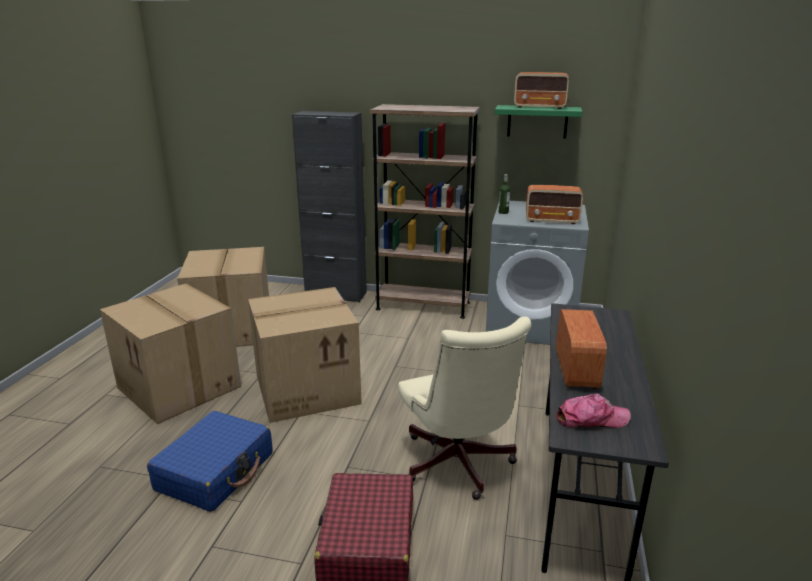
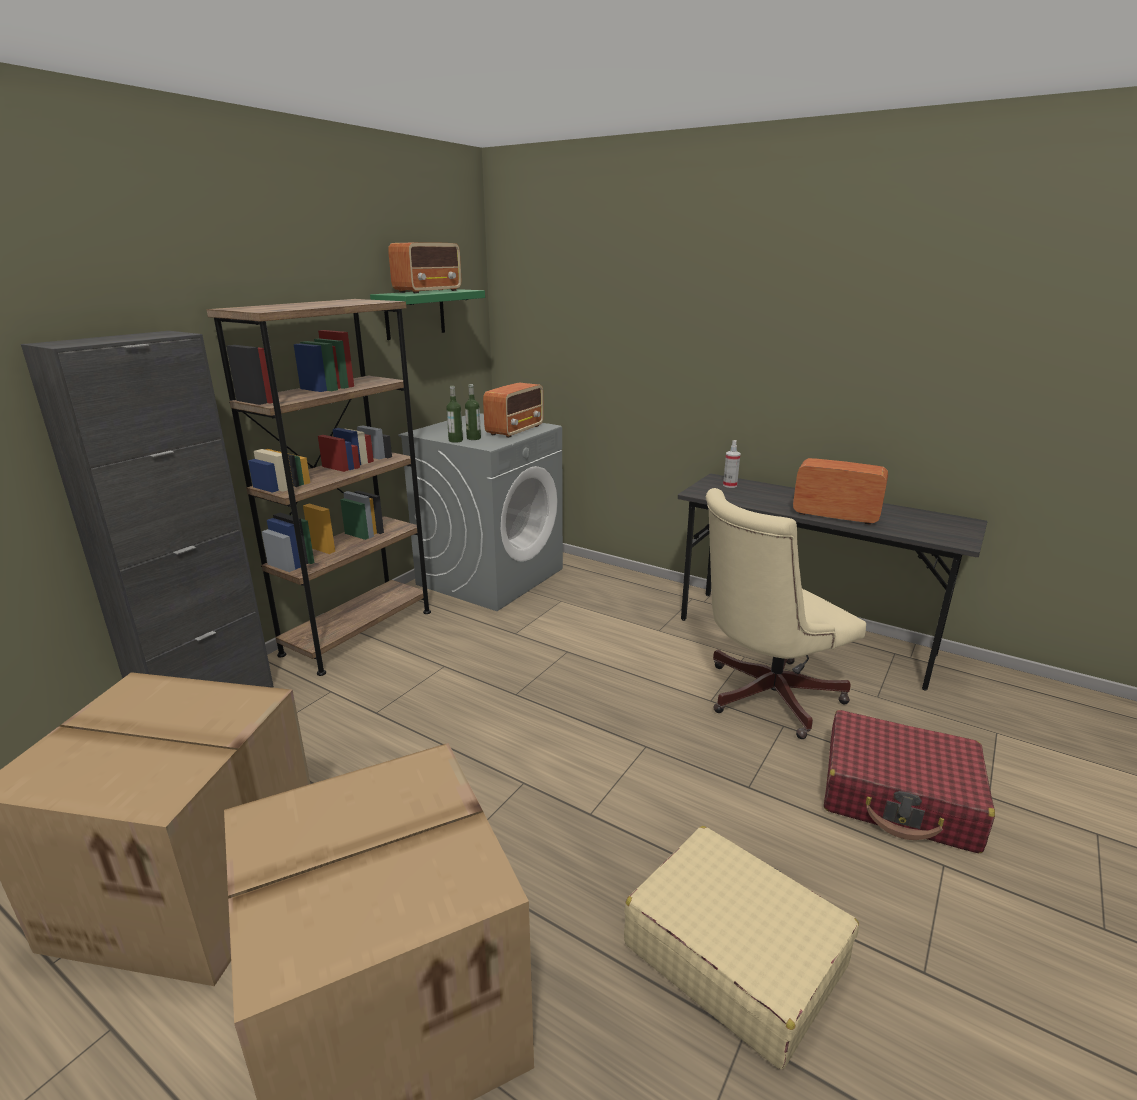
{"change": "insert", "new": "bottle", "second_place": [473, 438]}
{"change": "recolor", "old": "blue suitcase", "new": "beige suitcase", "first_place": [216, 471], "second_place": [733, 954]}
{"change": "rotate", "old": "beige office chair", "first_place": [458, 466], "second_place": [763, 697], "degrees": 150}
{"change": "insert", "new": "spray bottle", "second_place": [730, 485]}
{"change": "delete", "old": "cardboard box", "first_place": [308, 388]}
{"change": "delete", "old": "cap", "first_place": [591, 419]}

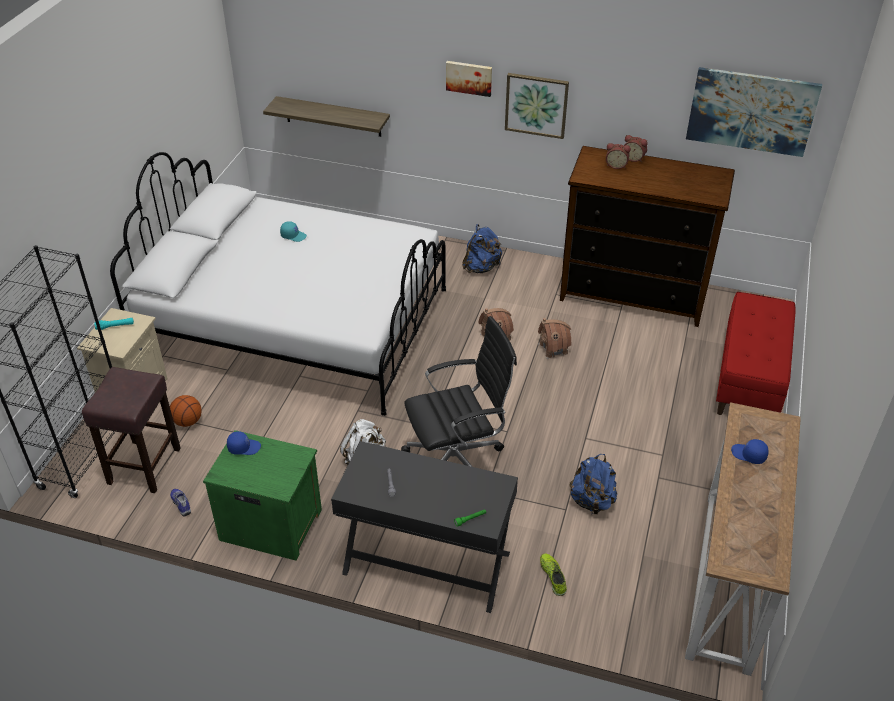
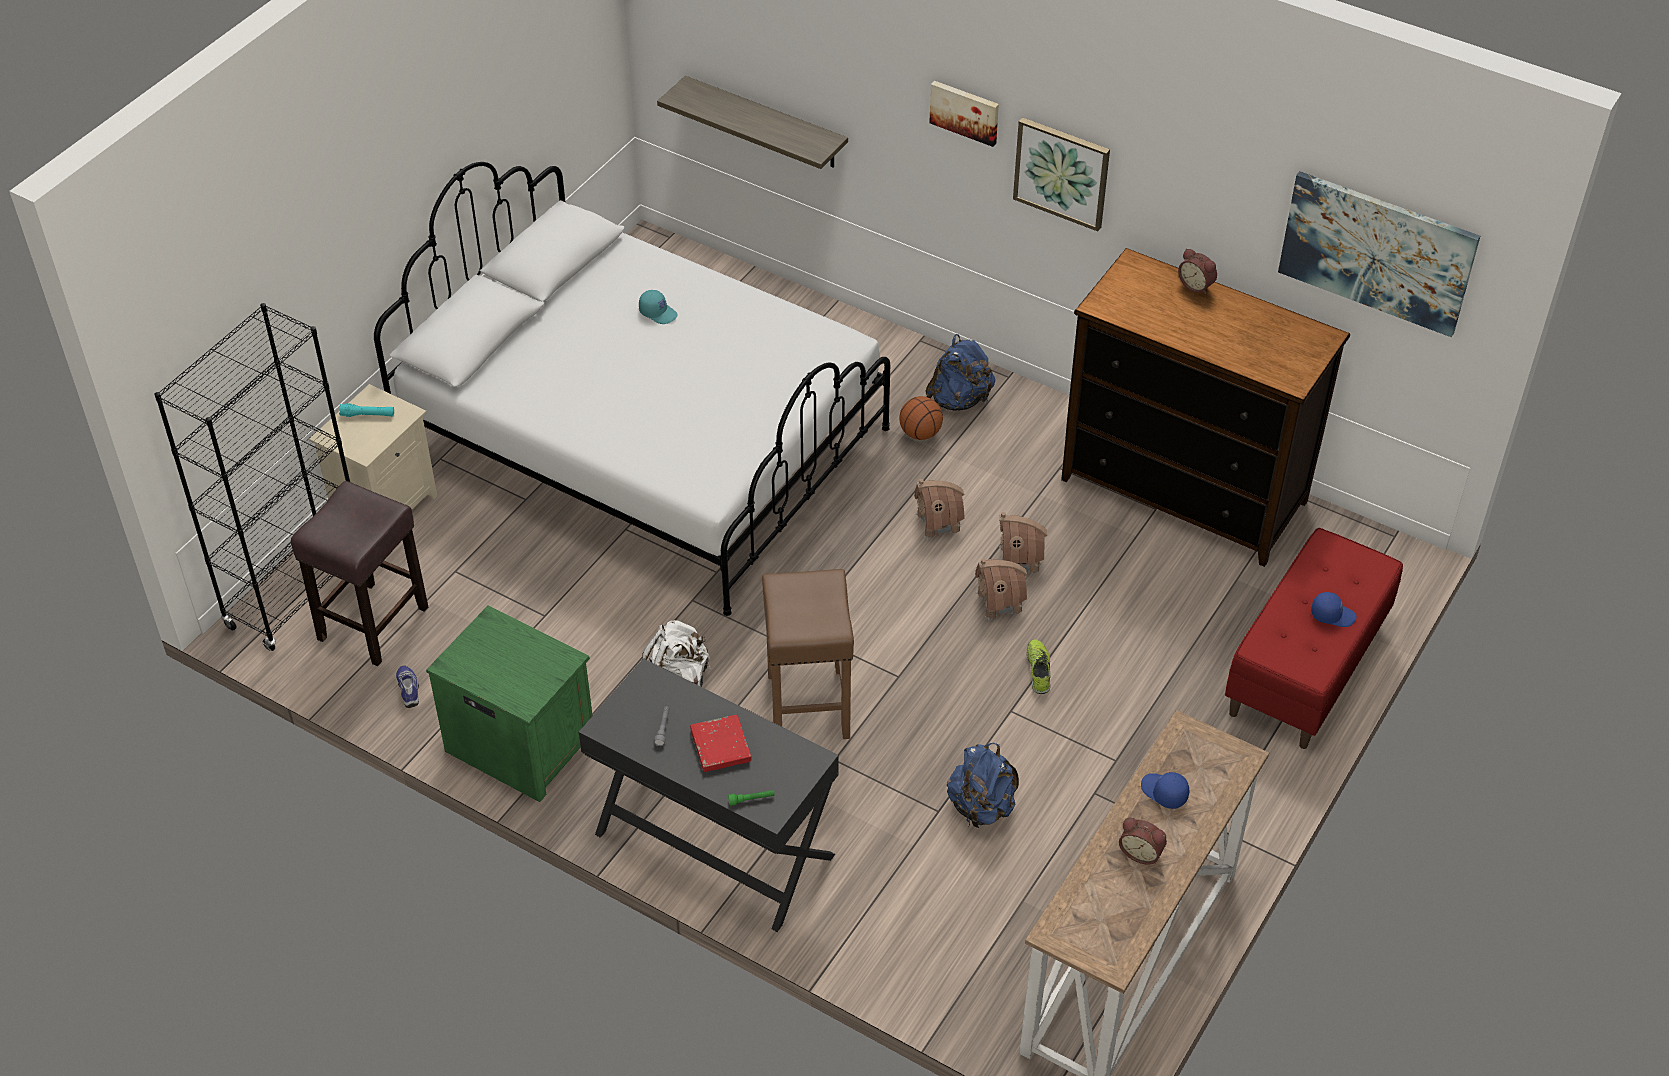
{"change": "insert", "new": "red book", "second_place": [720, 746]}
{"change": "replace", "old": "black office chair", "new": "brown stool", "first_place": [457, 461], "second_place": [809, 707]}
{"change": "move", "old": "basketball", "first_place": [188, 421], "second_place": [920, 433]}
{"change": "insert", "new": "toy house", "second_place": [999, 602]}
{"change": "move", "old": "shoe", "first_place": [553, 576], "second_place": [1038, 670]}
{"change": "move", "old": "alarm clock", "first_place": [616, 165], "second_place": [1141, 852]}
{"change": "move", "old": "blue cap", "first_place": [244, 447], "second_place": [1332, 614]}

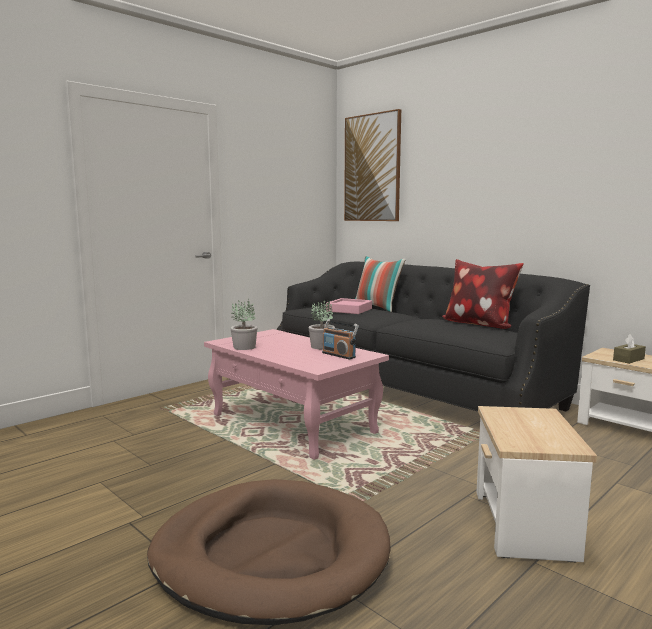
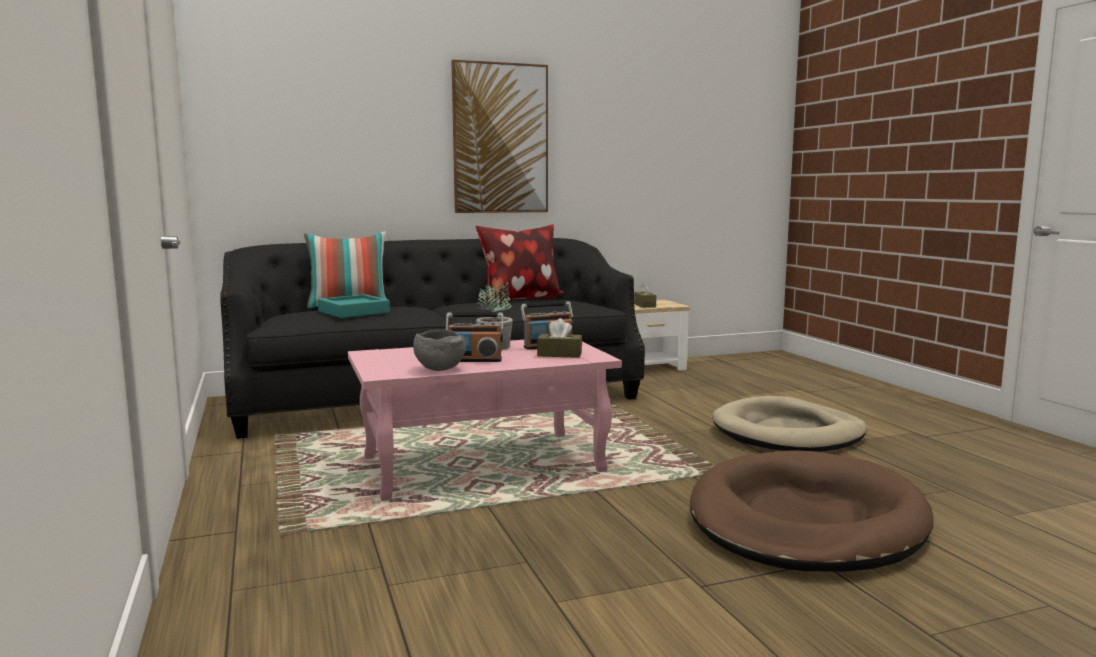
{"change": "recolor", "old": "pink tray", "new": "turquoise tray", "first_place": [349, 310], "second_place": [354, 312]}
{"change": "replace", "old": "potted plant", "new": "grey bowl", "first_place": [244, 347], "second_place": [438, 369]}
{"change": "insert", "new": "radio", "second_place": [475, 360]}
{"change": "move", "old": "picture", "first_place": [372, 168], "second_place": [500, 139]}
{"change": "insert", "new": "brown tissue box", "second_place": [559, 354]}
{"change": "replace", "old": "side table", "new": "beige dog bed", "first_place": [522, 525], "second_place": [788, 432]}

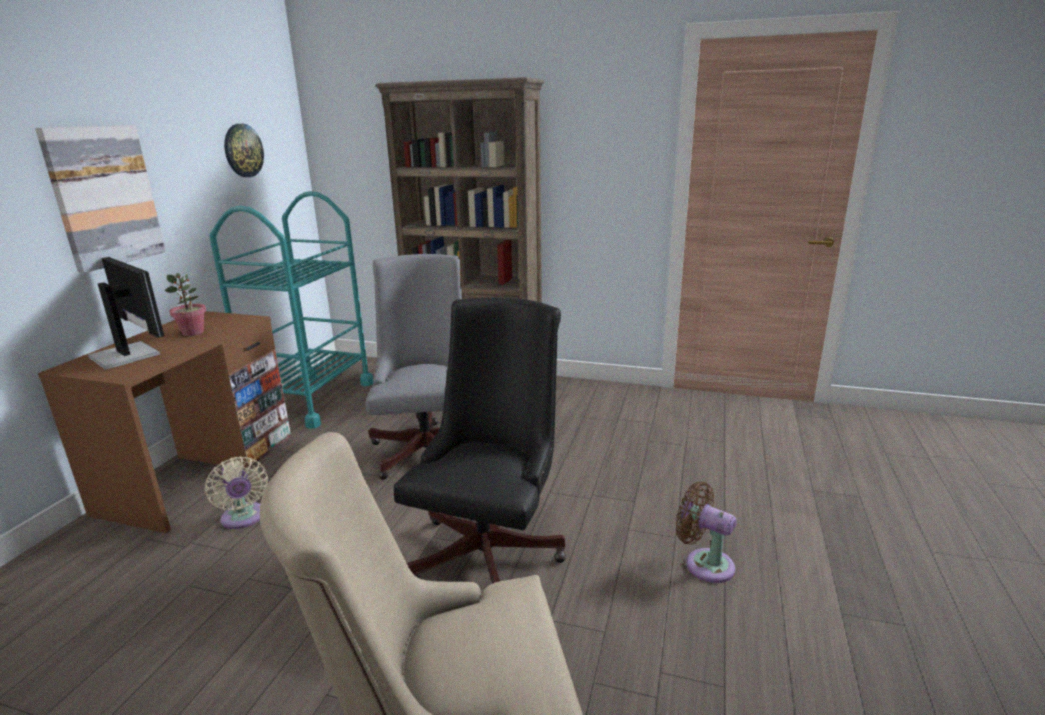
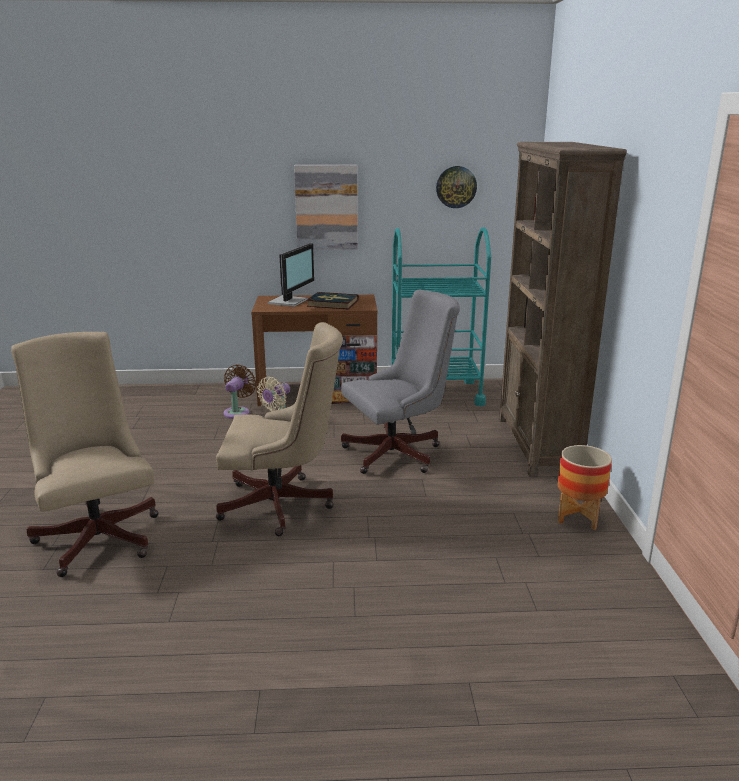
{"change": "recolor", "old": "black office chair", "new": "beige office chair", "first_place": [492, 549], "second_place": [282, 506]}
{"change": "move", "old": "brown fan", "first_place": [704, 563], "second_place": [238, 412]}
{"change": "replace", "old": "potted plant", "new": "book", "first_place": [193, 332], "second_place": [332, 303]}
{"change": "insert", "new": "planter", "second_place": [578, 517]}

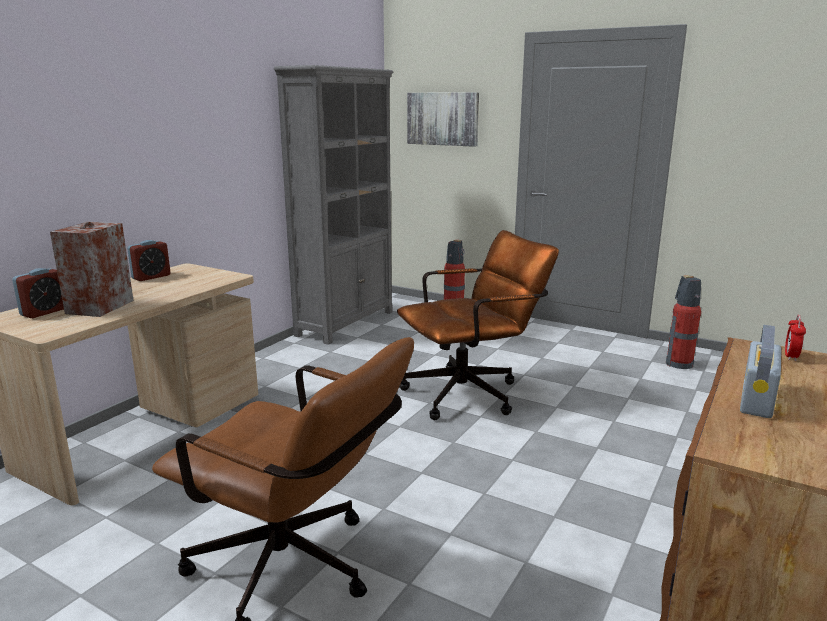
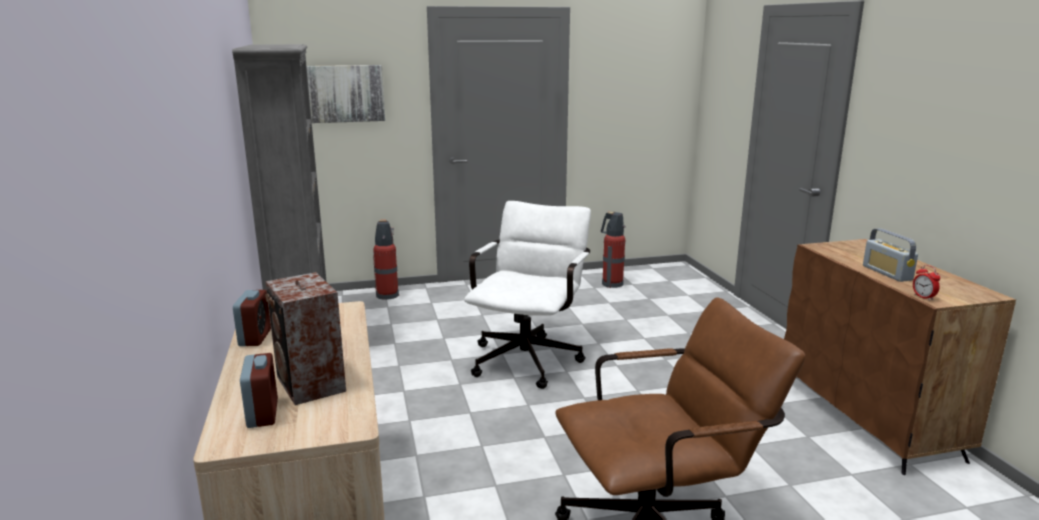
{"change": "recolor", "old": "brown office chair", "new": "white office chair", "first_place": [471, 393], "second_place": [529, 357]}
{"change": "move", "old": "alarm clock", "first_place": [791, 357], "second_place": [923, 297]}

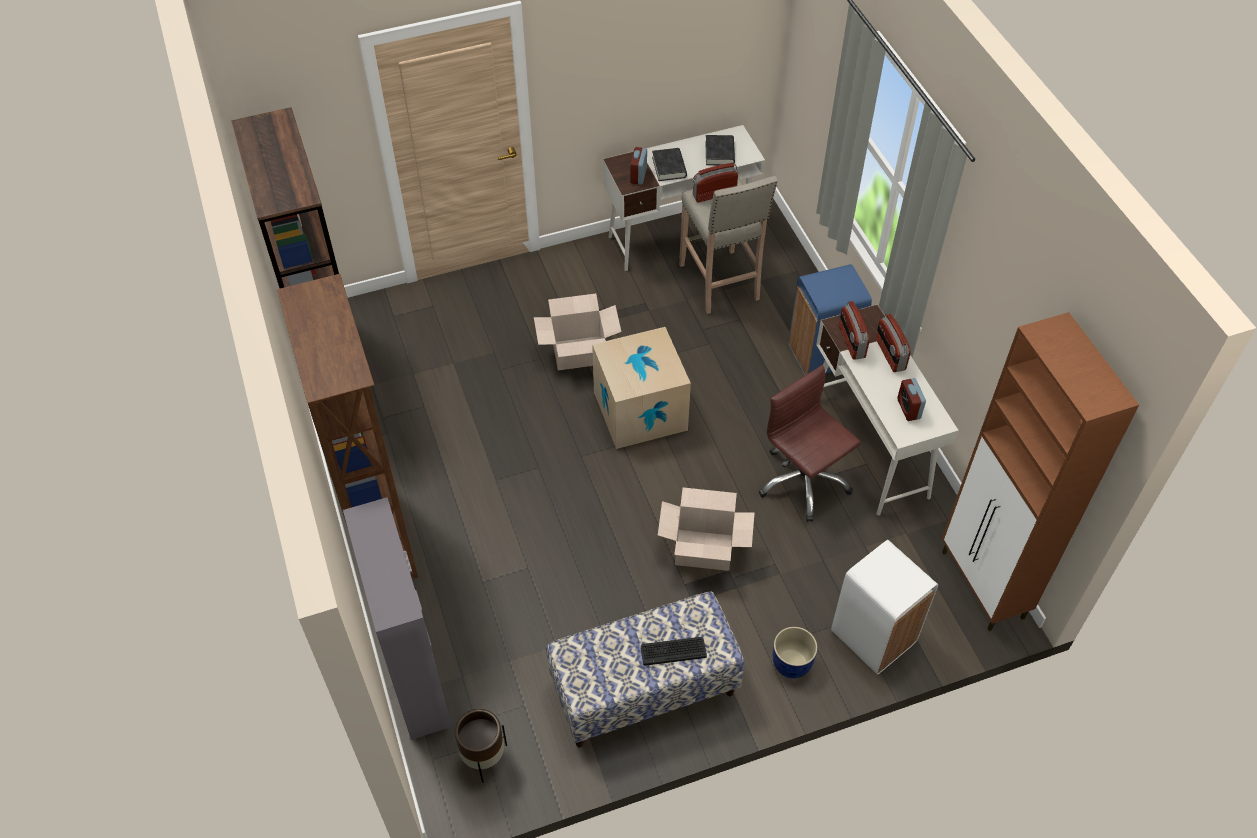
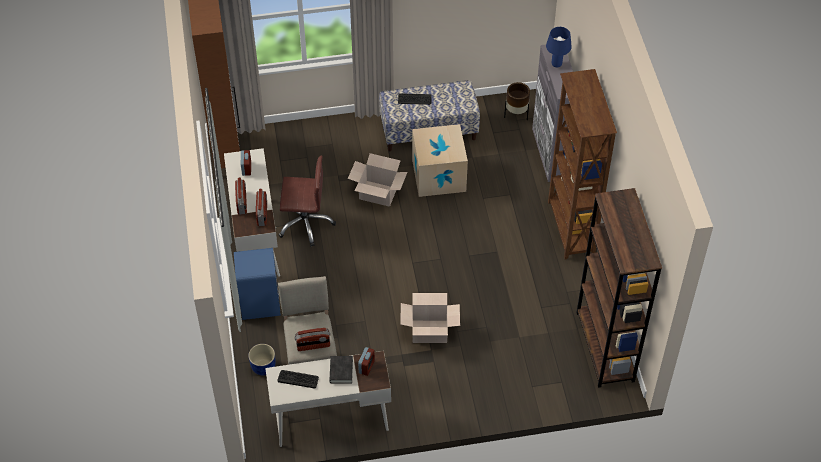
{"change": "move", "old": "blue planter", "first_place": [792, 664], "second_place": [263, 366]}
{"change": "replace", "old": "black book", "new": "keyboard", "first_place": [719, 153], "second_place": [298, 379]}
{"change": "rotate", "old": "brown office chair", "first_place": [803, 482], "second_place": [305, 223], "degrees": -60}
{"change": "move", "old": "cardboard box", "first_place": [640, 411], "second_place": [439, 175]}
{"change": "insert", "new": "blue table lamp", "second_place": [557, 64]}
{"change": "delete", "old": "white trash can", "first_place": [873, 637]}

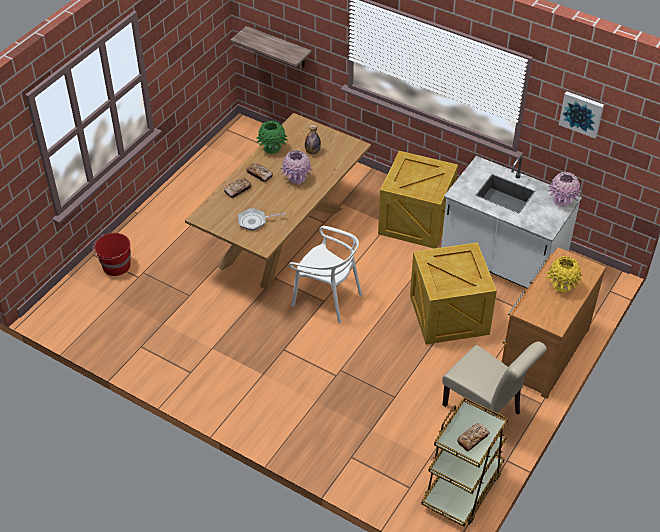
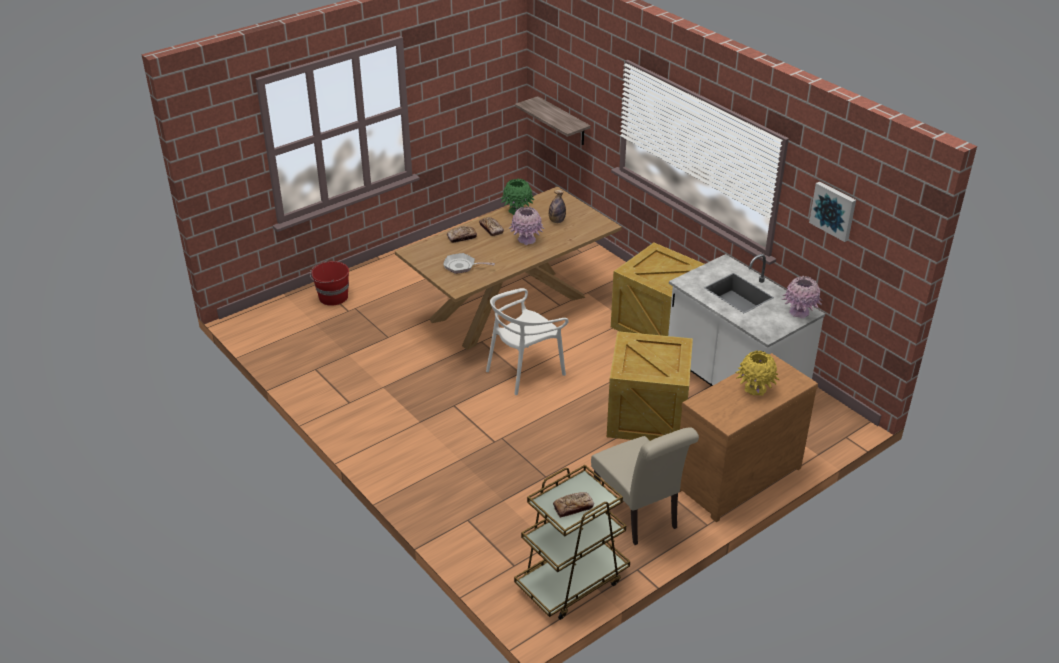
{"change": "rotate", "old": "white chair", "first_place": [327, 298], "second_place": [524, 371], "degrees": 90}

